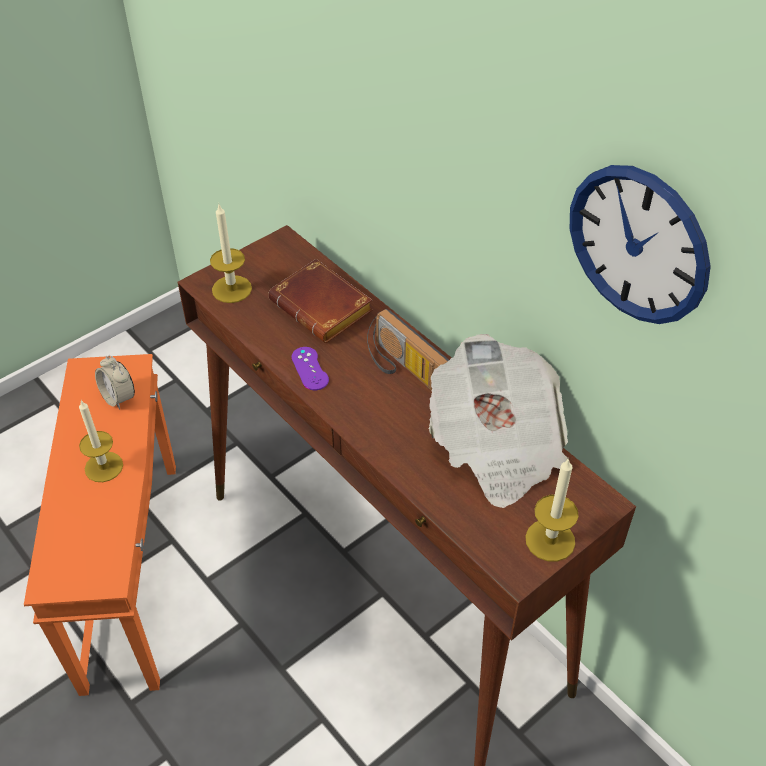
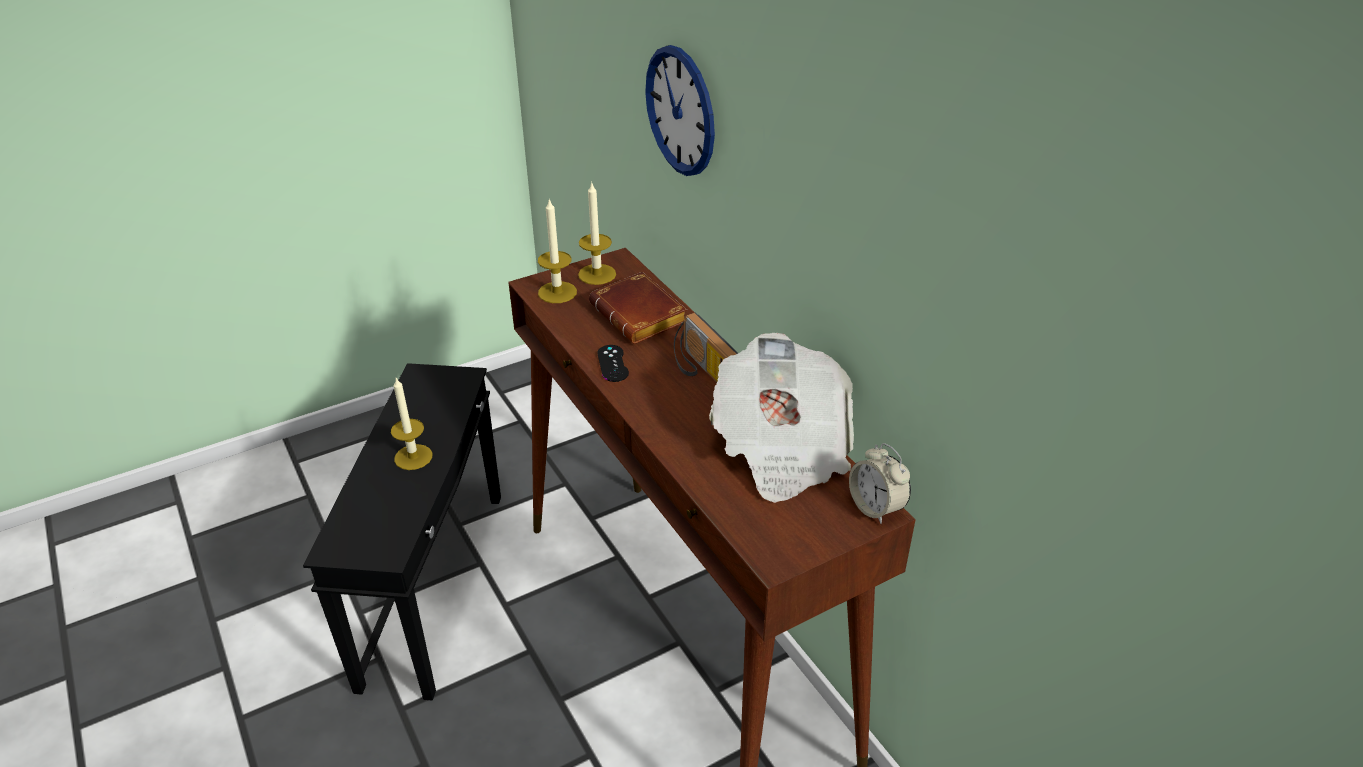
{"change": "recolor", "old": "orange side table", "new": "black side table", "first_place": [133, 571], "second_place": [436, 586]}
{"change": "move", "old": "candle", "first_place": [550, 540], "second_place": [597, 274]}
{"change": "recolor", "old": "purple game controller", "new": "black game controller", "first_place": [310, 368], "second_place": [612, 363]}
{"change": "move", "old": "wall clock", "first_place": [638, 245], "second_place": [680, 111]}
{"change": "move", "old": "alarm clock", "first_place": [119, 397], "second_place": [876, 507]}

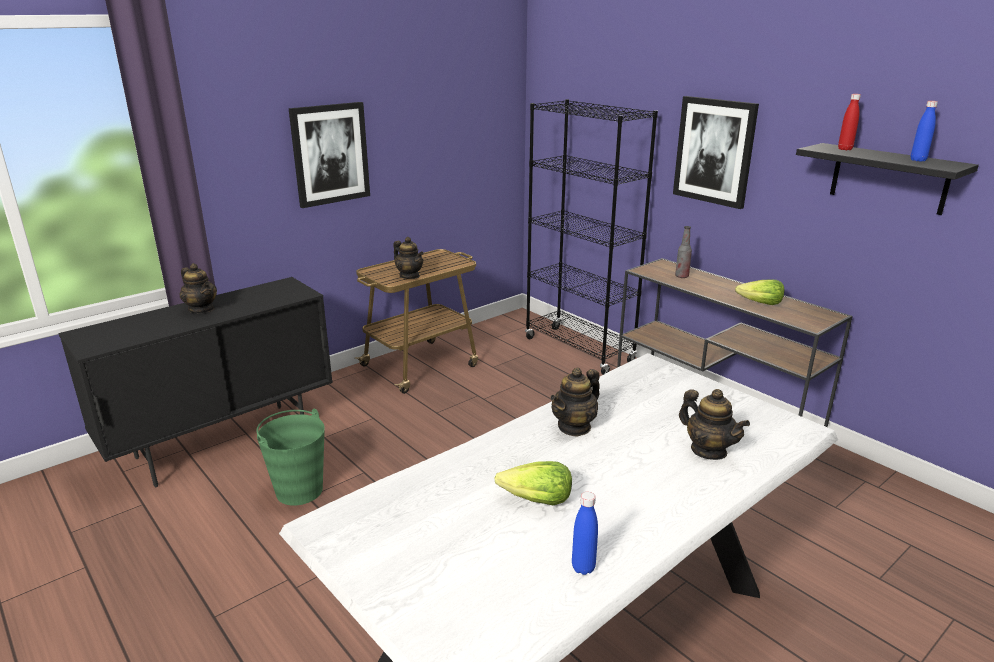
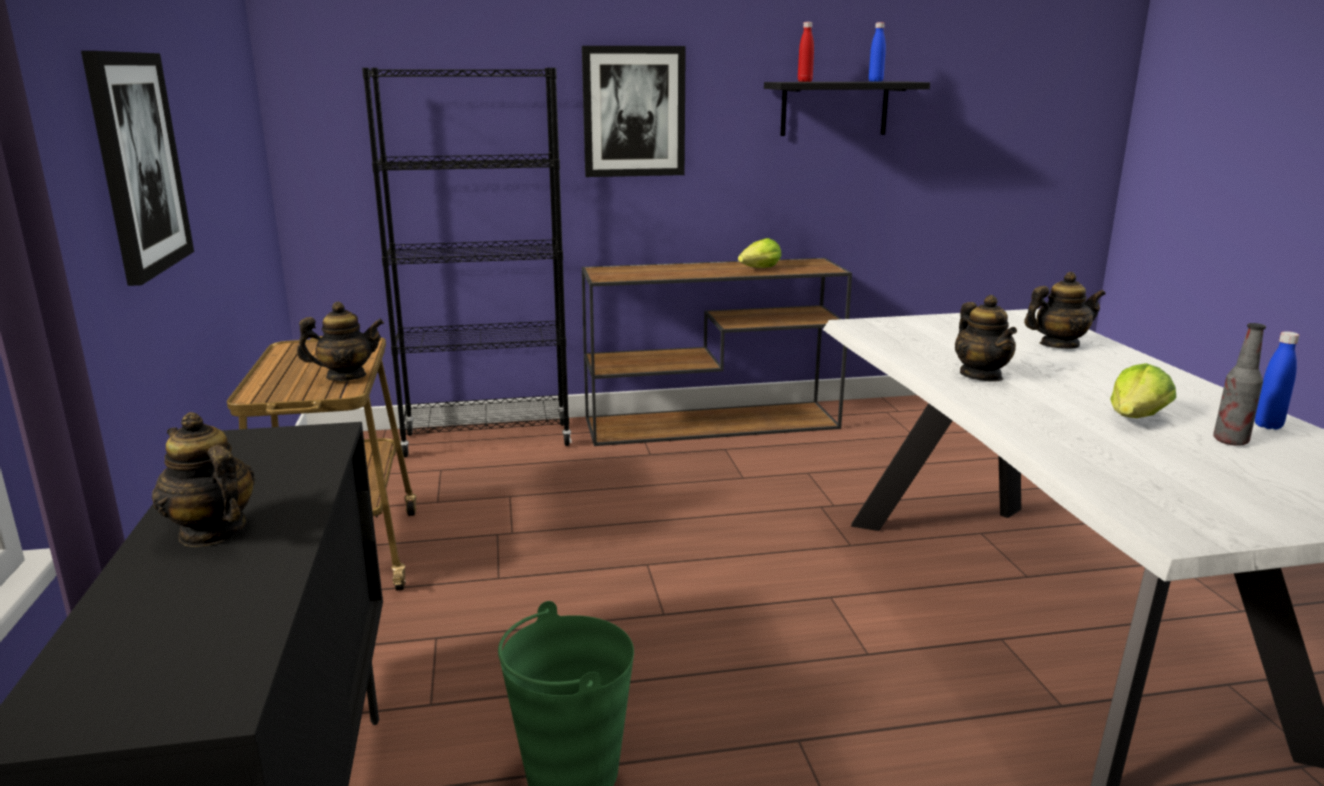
{"change": "rotate", "old": "teapot", "first_place": [201, 309], "second_place": [212, 532], "degrees": -120}
{"change": "move", "old": "bottle", "first_place": [681, 276], "second_place": [1230, 441]}

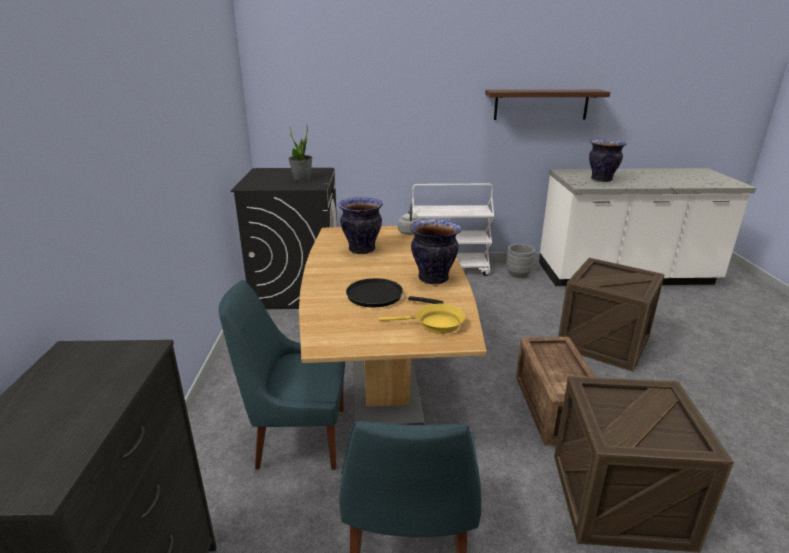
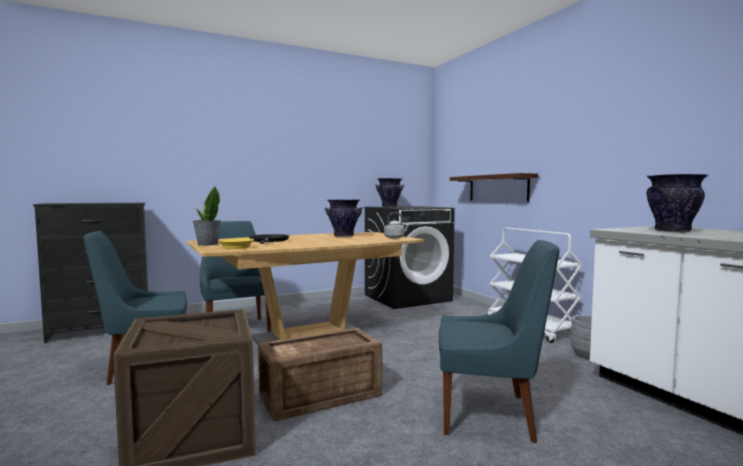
{"change": "move", "old": "potted plant", "first_place": [302, 179], "second_place": [207, 244]}
{"change": "move", "old": "vase", "first_place": [434, 279], "second_place": [389, 206]}
{"change": "replace", "old": "crate", "new": "blue chair", "first_place": [603, 342], "second_place": [490, 414]}
{"change": "move", "old": "shelf", "first_place": [541, 104], "second_place": [498, 188]}

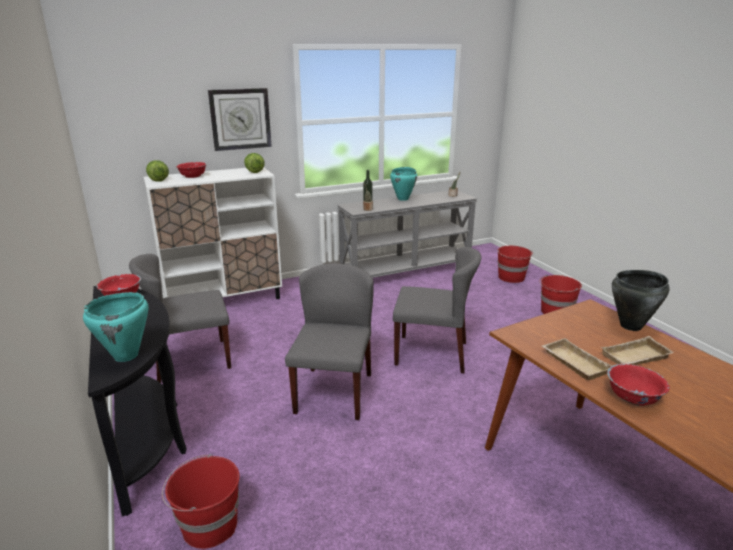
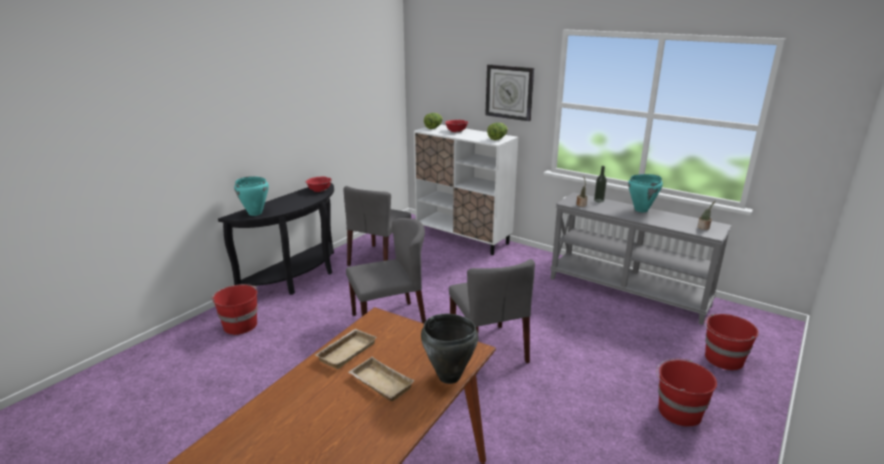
{"change": "rotate", "old": "grey chair", "first_place": [191, 360], "second_place": [379, 259], "degrees": -105}
{"change": "delete", "old": "red bowl", "first_place": [632, 397]}

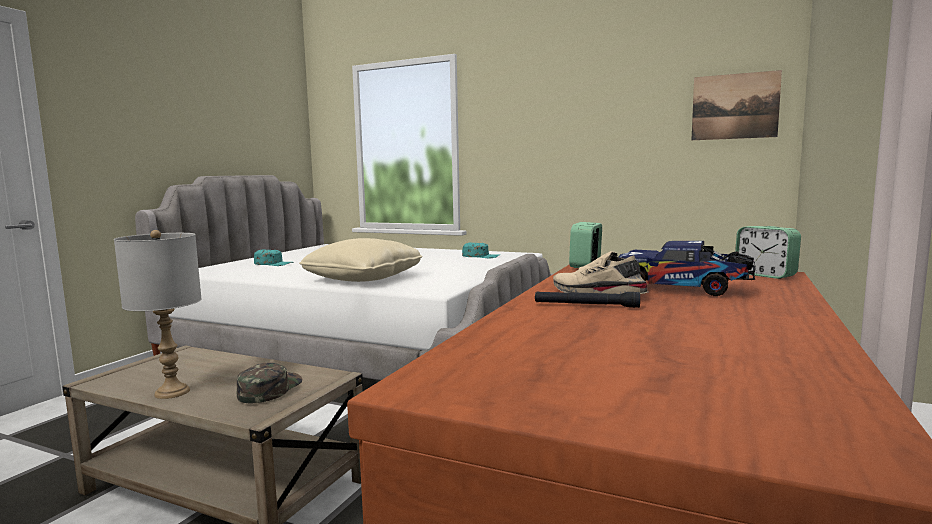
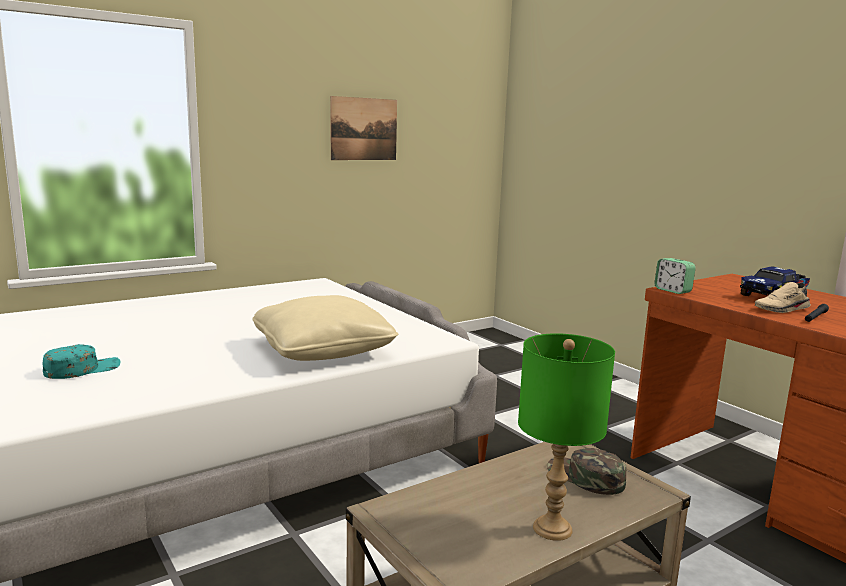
{"change": "move", "old": "picture", "first_place": [734, 106], "second_place": [364, 129]}
{"change": "recolor", "old": "grey table lamp", "new": "green table lamp", "first_place": [173, 392], "second_place": [552, 528]}
{"change": "delete", "old": "turquoise cap", "first_place": [481, 256]}
{"change": "delete", "old": "alarm clock", "first_place": [765, 275]}

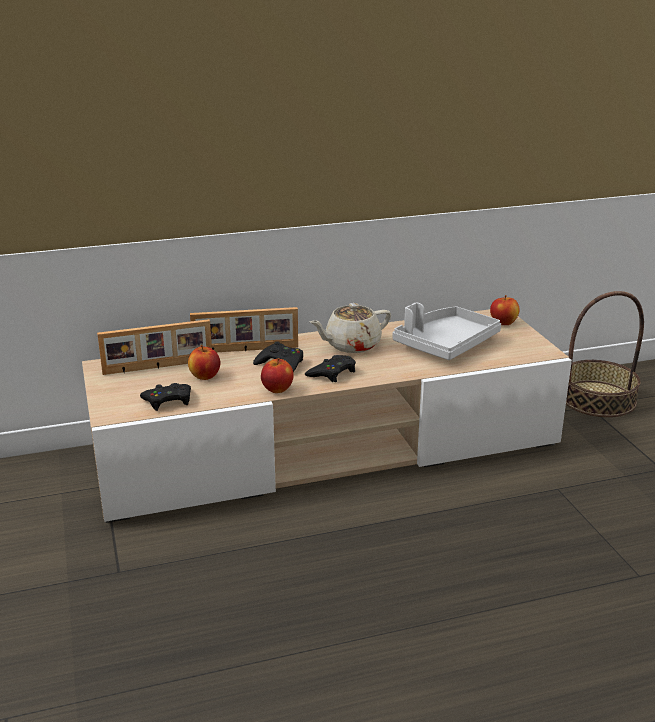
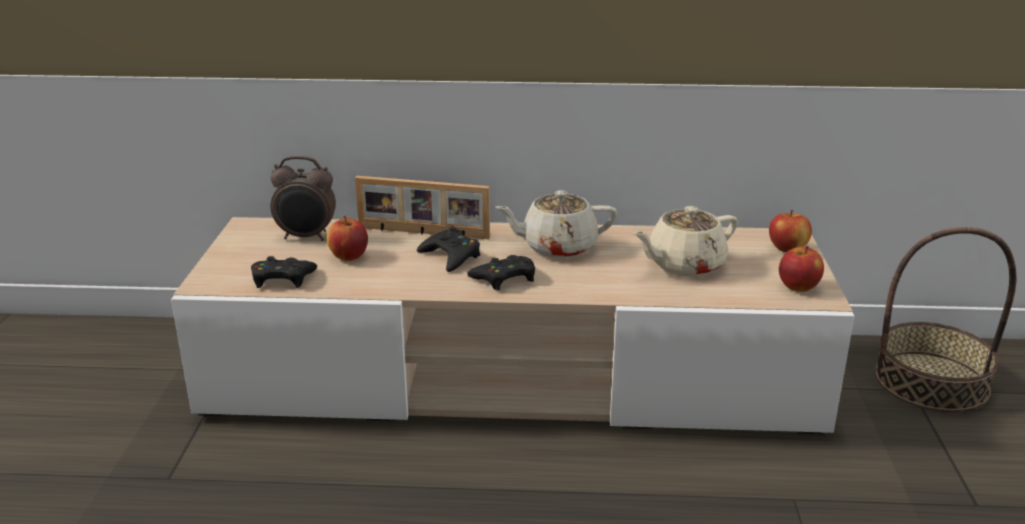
{"change": "replace", "old": "picture frame", "new": "alarm clock", "first_place": [158, 367], "second_place": [306, 237]}
{"change": "replace", "old": "grey tray", "new": "beige teapot", "first_place": [445, 344], "second_place": [684, 265]}
{"change": "move", "old": "apple", "first_place": [277, 389], "second_place": [798, 287]}

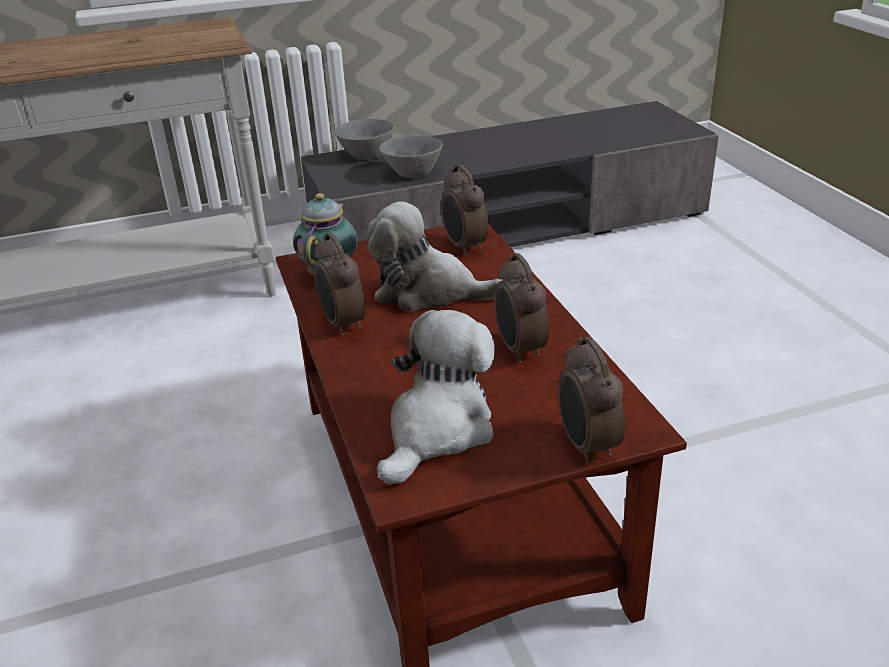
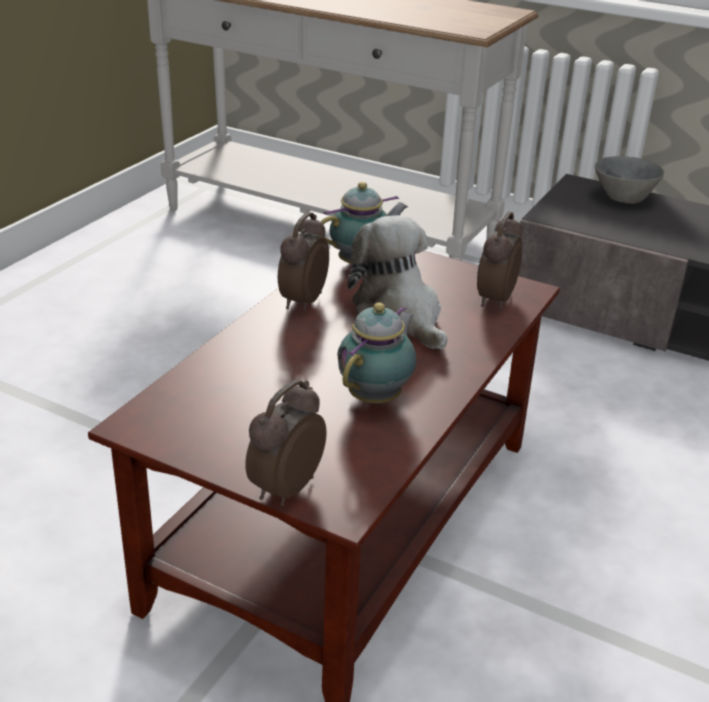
{"change": "replace", "old": "alarm clock", "new": "teapot", "first_place": [519, 350], "second_place": [377, 396]}
{"change": "delete", "old": "plush toy", "first_place": [438, 430]}
{"change": "delete", "old": "grey bowl", "first_place": [413, 172]}

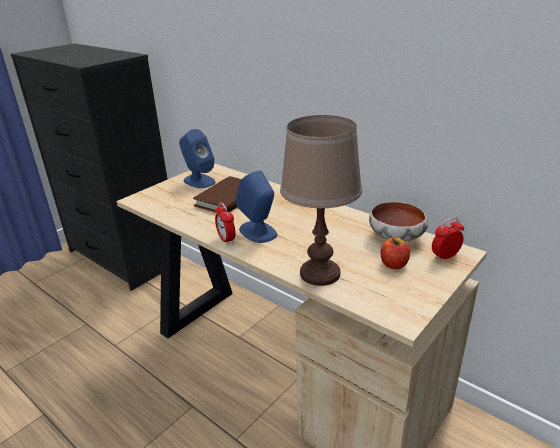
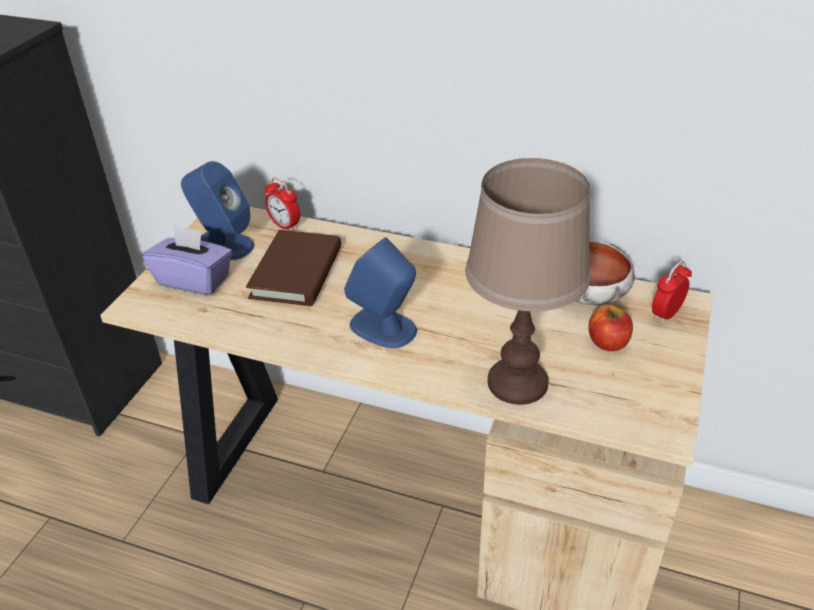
{"change": "insert", "new": "purple tissue box", "second_place": [194, 280]}
{"change": "move", "old": "alarm clock", "first_place": [226, 239], "second_place": [285, 226]}

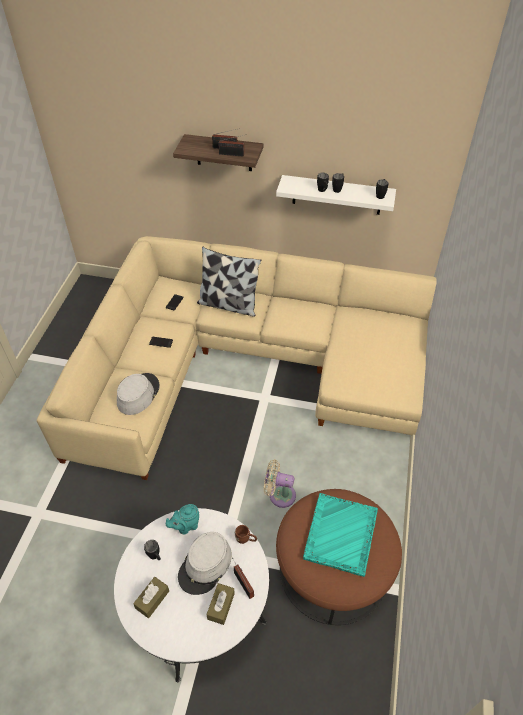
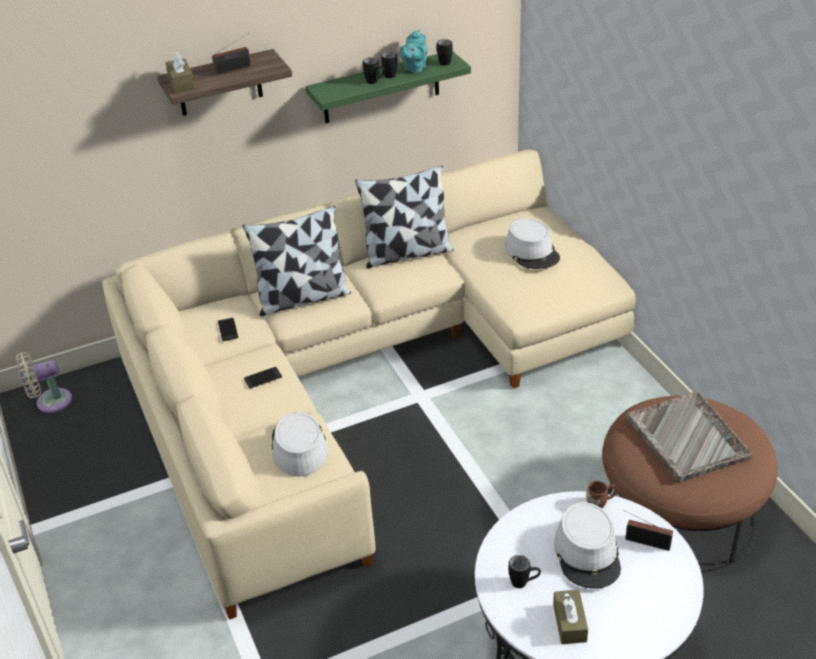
{"change": "move", "old": "beige fan", "first_place": [279, 495], "second_place": [50, 402]}
{"change": "move", "old": "brown tissue box", "first_place": [221, 606], "second_place": [181, 83]}
{"change": "recolor", "old": "white shelf", "new": "green shelf", "first_place": [337, 195], "second_place": [381, 88]}
{"change": "insert", "new": "pillow", "second_place": [407, 253]}
{"change": "move", "old": "turquoise teapot", "first_place": [186, 526], "second_place": [414, 68]}
{"change": "insert", "new": "grey hat", "second_place": [532, 252]}
{"change": "recolor", "old": "turquoise tray", "new": "grey tray", "first_place": [340, 535], "second_place": [688, 438]}
{"change": "delete", "old": "radio", "first_place": [233, 154]}

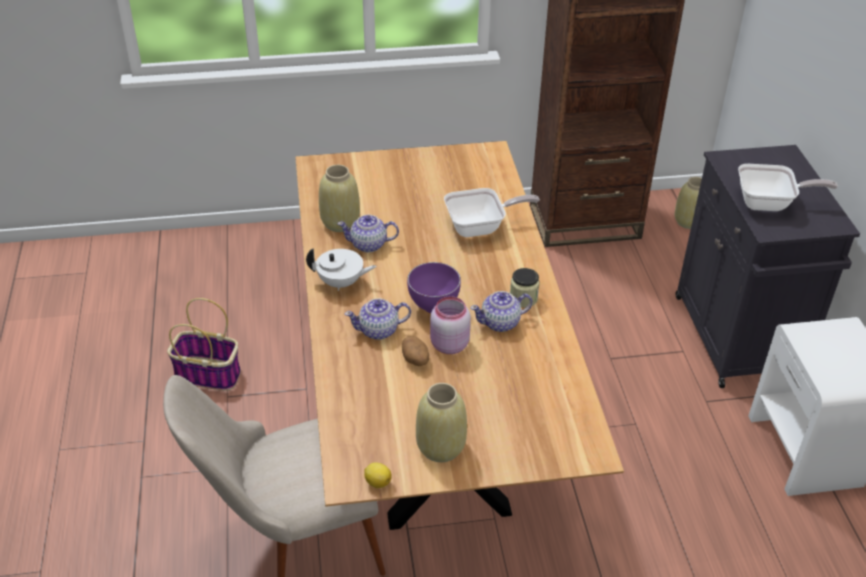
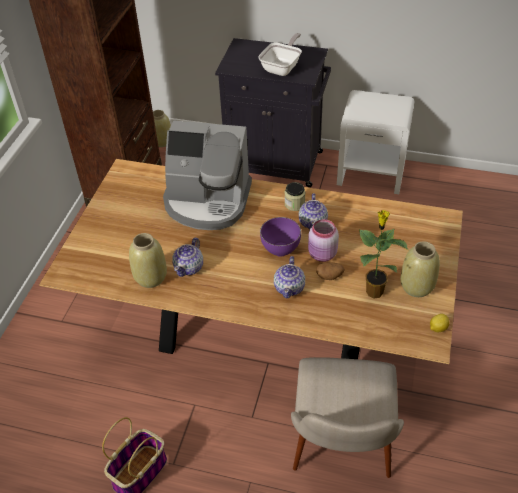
{"change": "replace", "old": "frying pan", "new": "coffee machine", "first_place": [480, 227], "second_place": [207, 201]}
{"change": "insert", "new": "potted plant", "second_place": [374, 291]}
{"change": "delete", "old": "white teapot", "first_place": [341, 283]}

